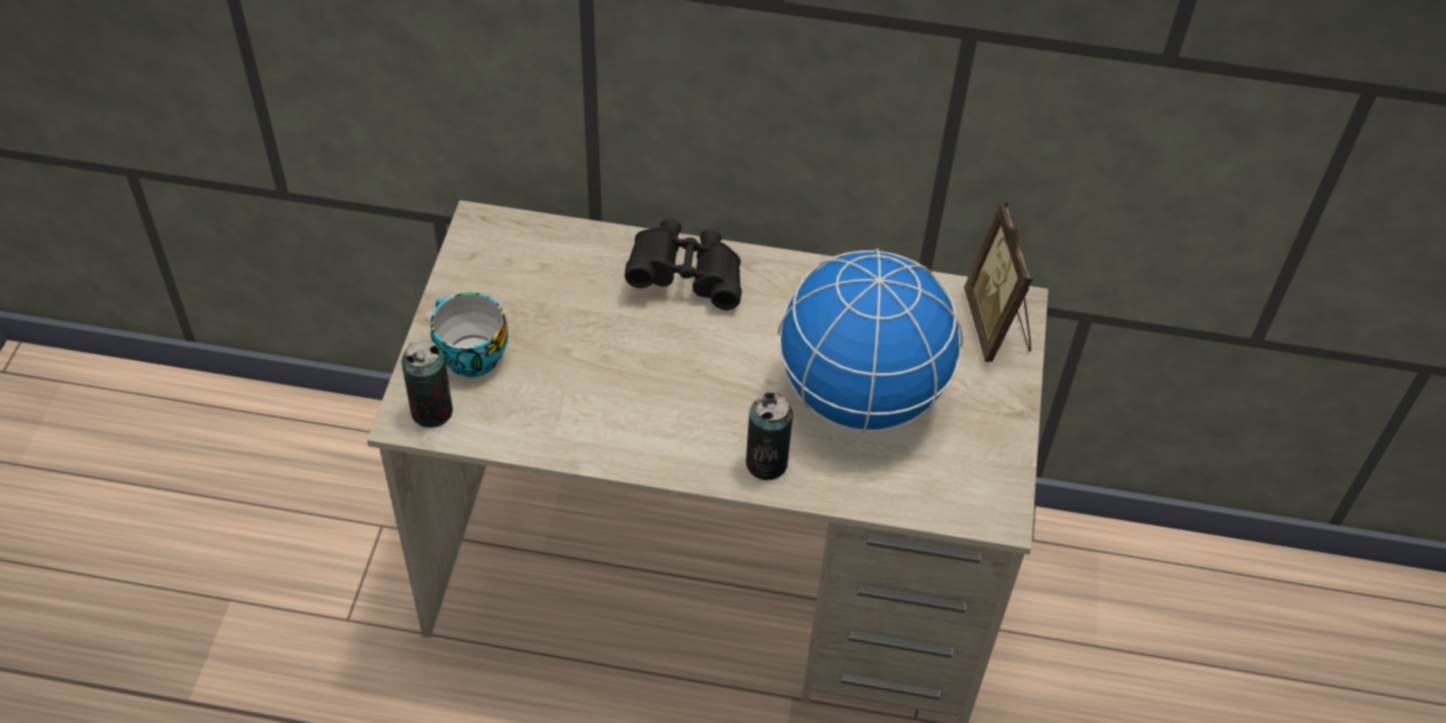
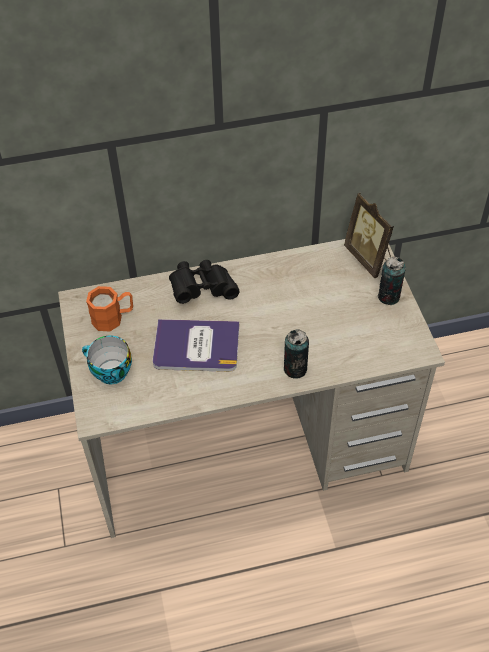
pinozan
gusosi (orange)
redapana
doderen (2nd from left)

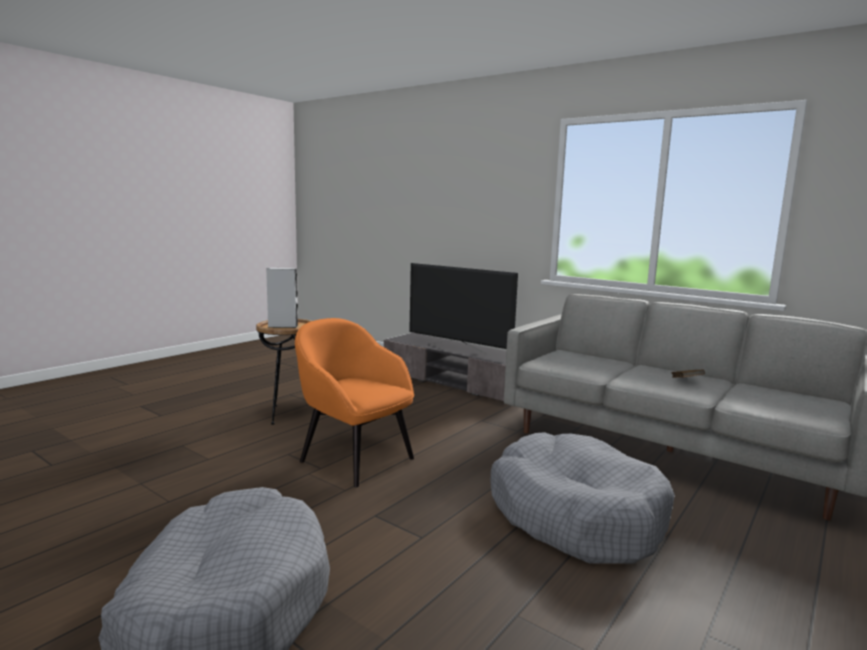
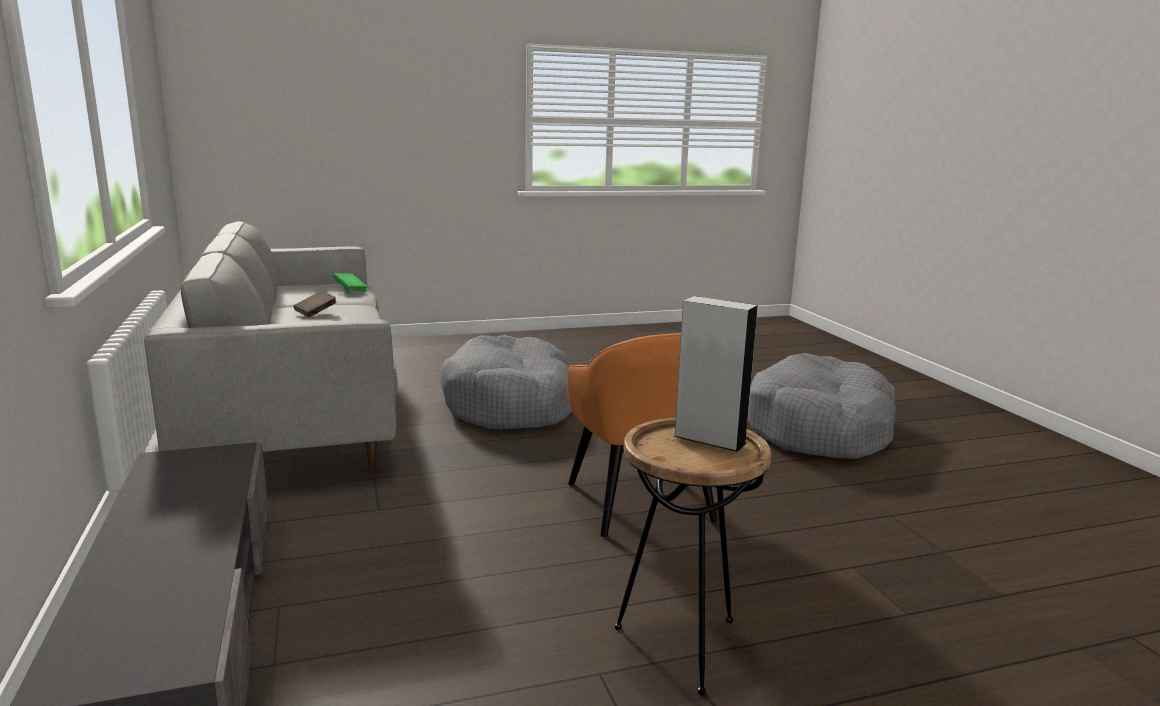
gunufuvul
redapana (green)

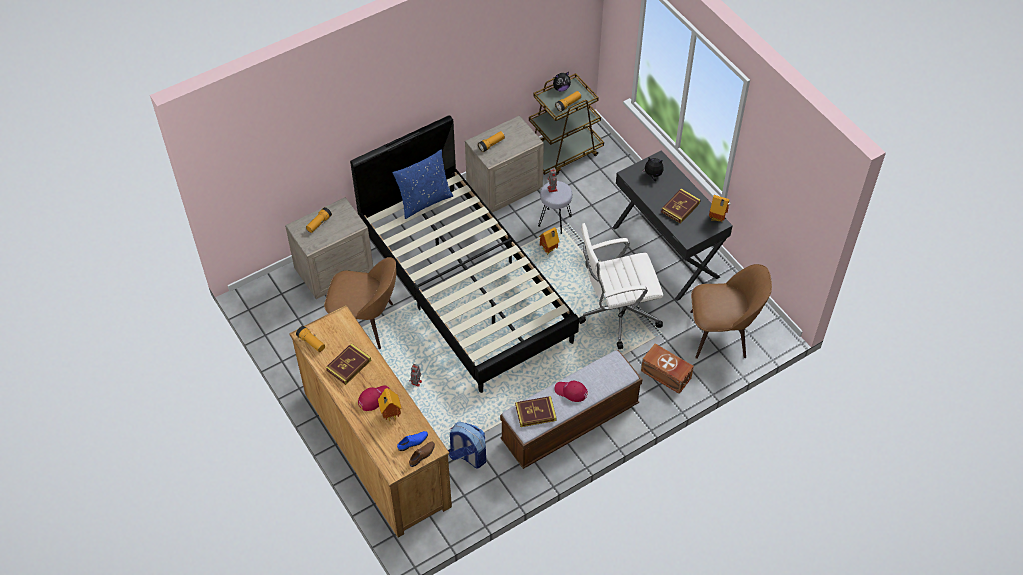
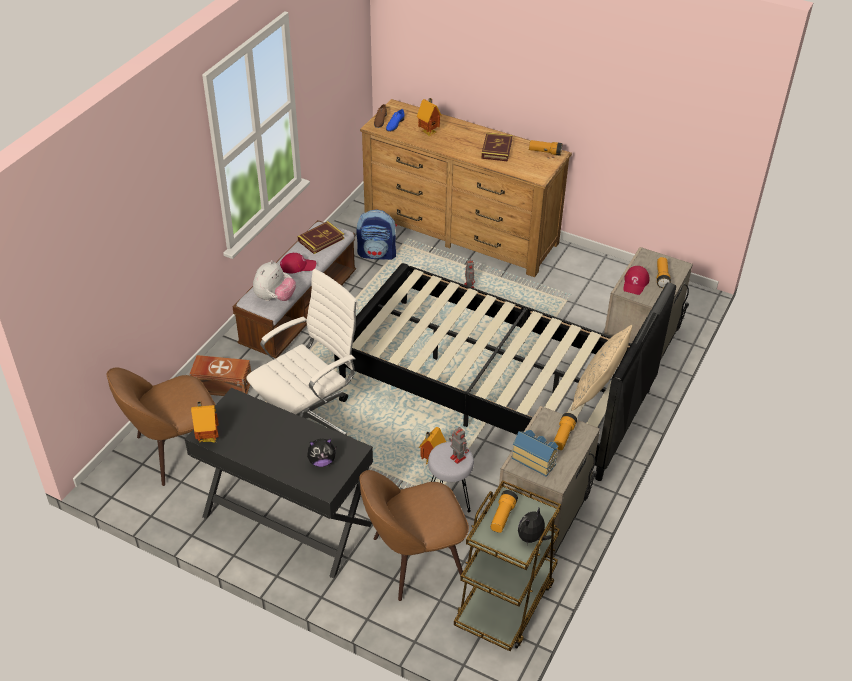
redapana (3rd from left in the first image)
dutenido (1st from left)
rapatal (4th from left)
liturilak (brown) (2nd from left)
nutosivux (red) (2nd from left)
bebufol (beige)

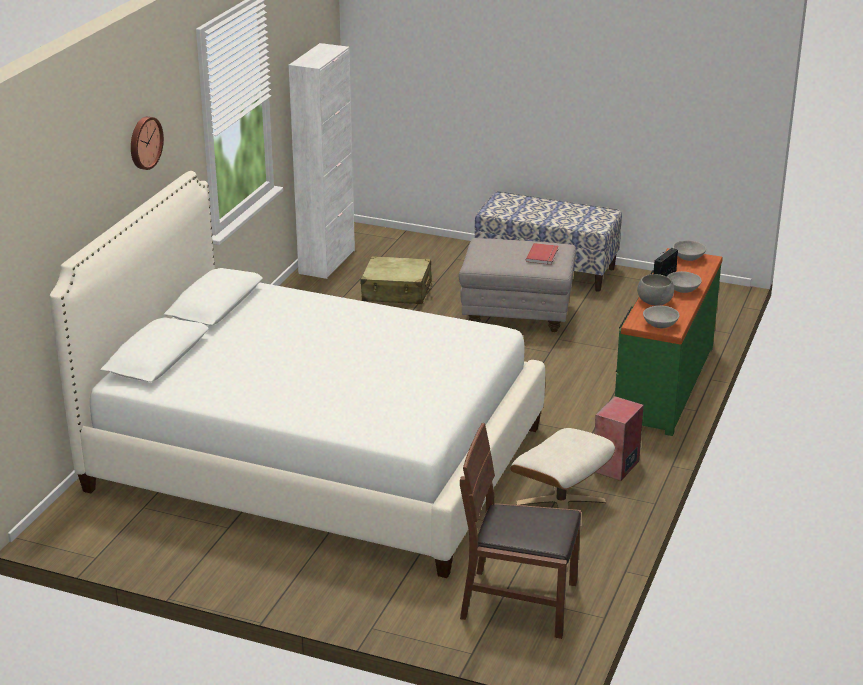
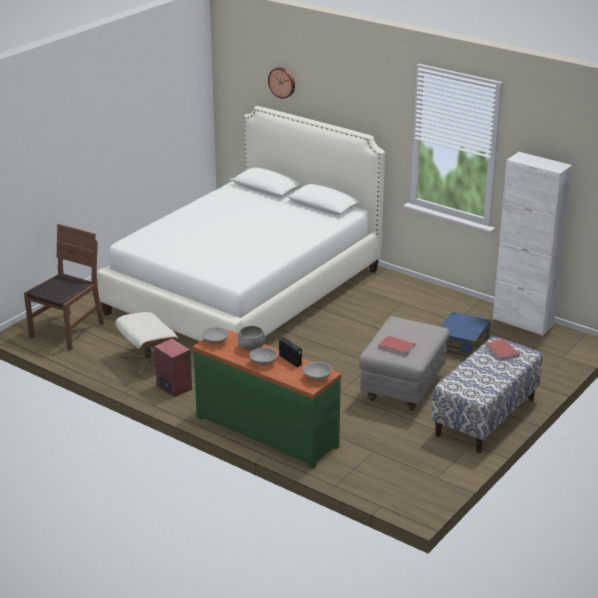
redapana (red) (2nd from left)
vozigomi
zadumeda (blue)

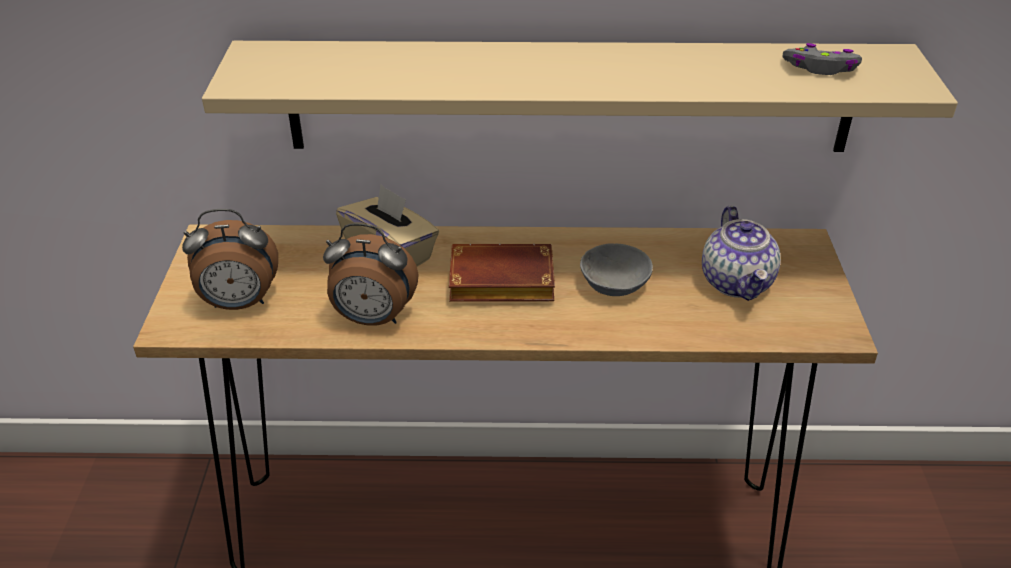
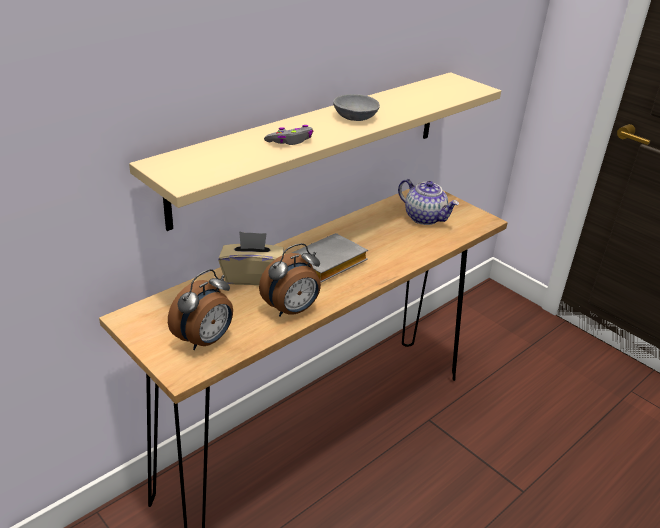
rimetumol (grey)
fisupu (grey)
redapana (grey)

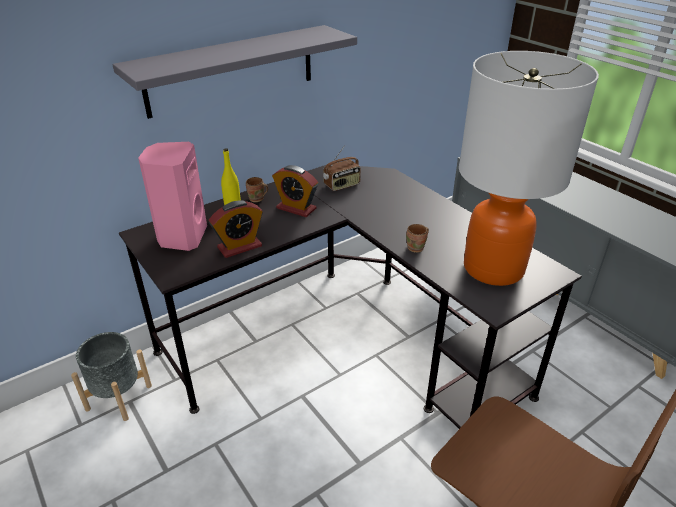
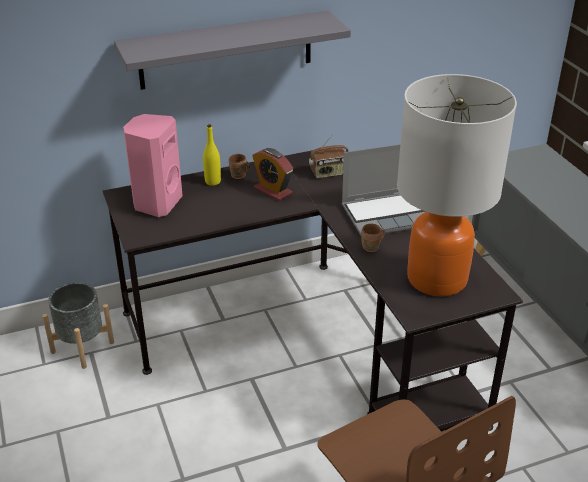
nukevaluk (1st from left in the first image)
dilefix

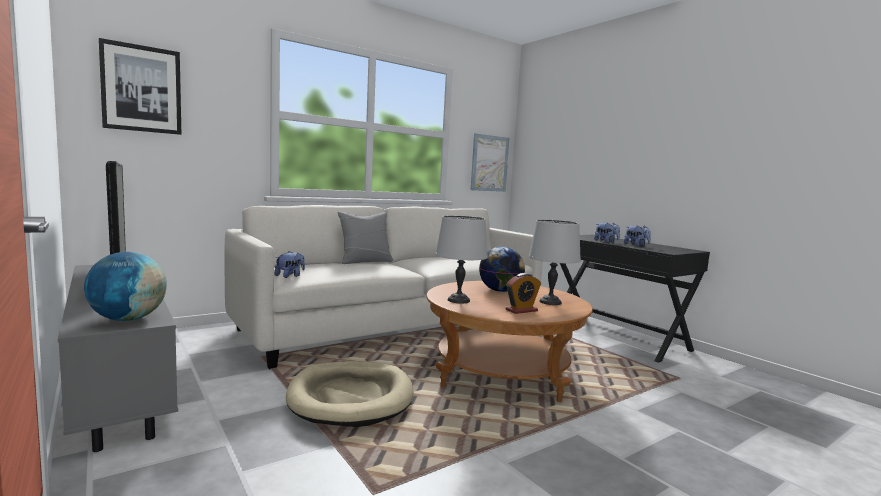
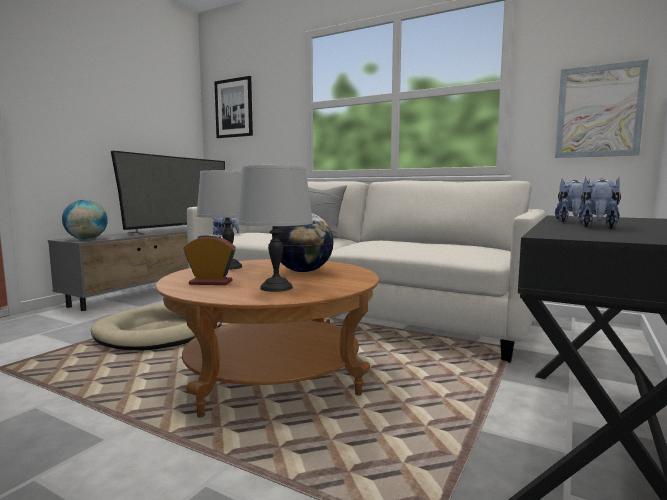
nukevaluk

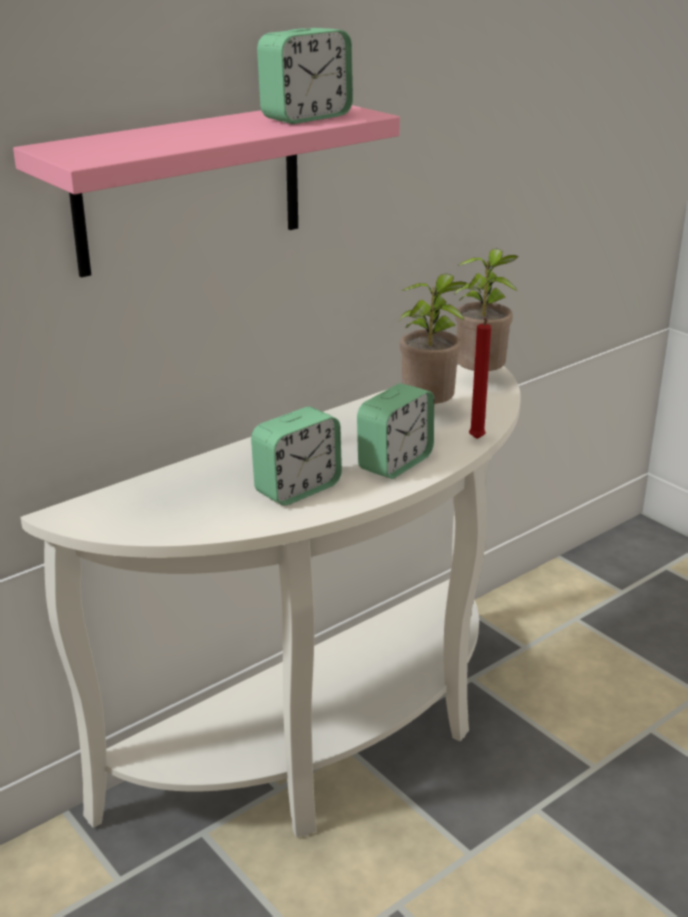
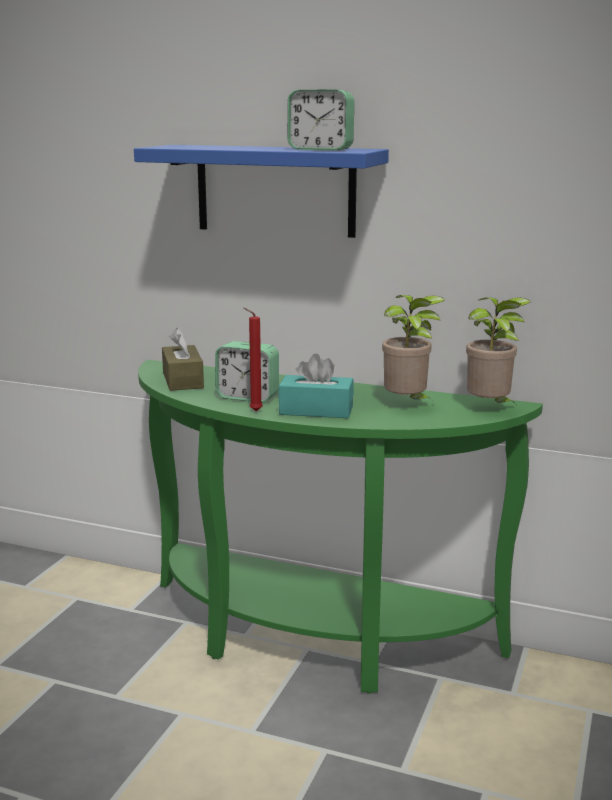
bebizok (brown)
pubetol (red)
bebizok (turquoise)
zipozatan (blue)
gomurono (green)

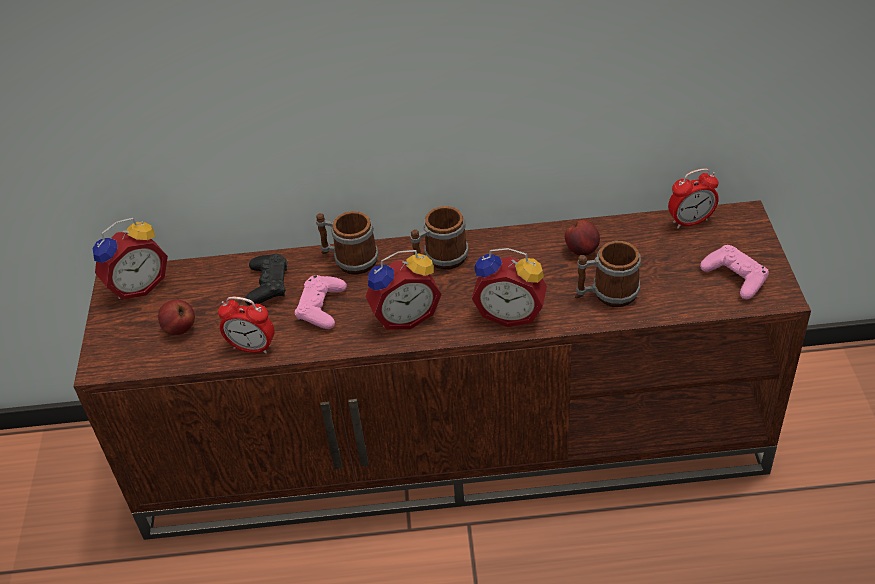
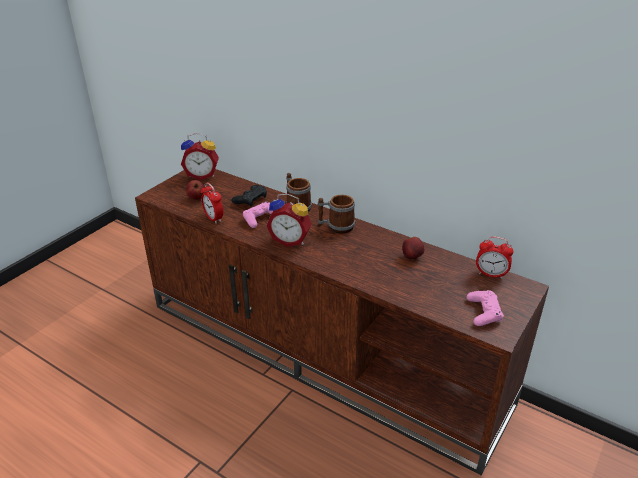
nukevaluk (4th from left in the first image)
gusosi (3rd from left in the first image)

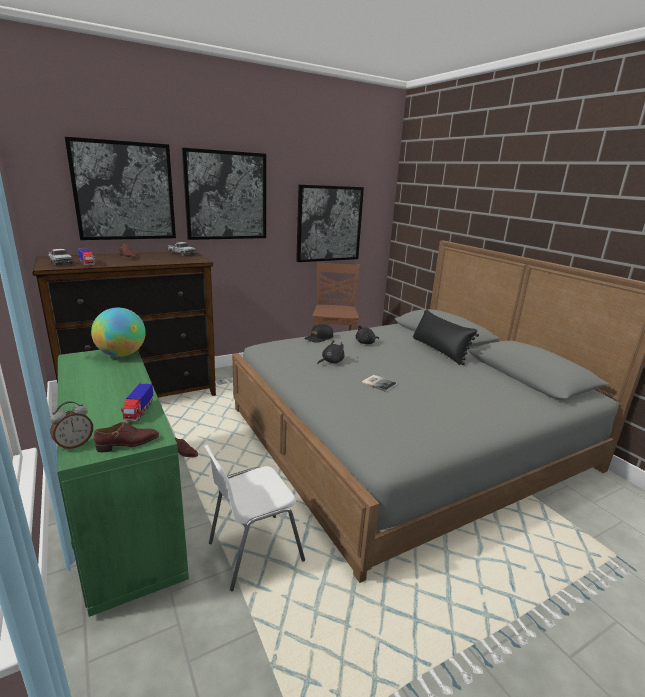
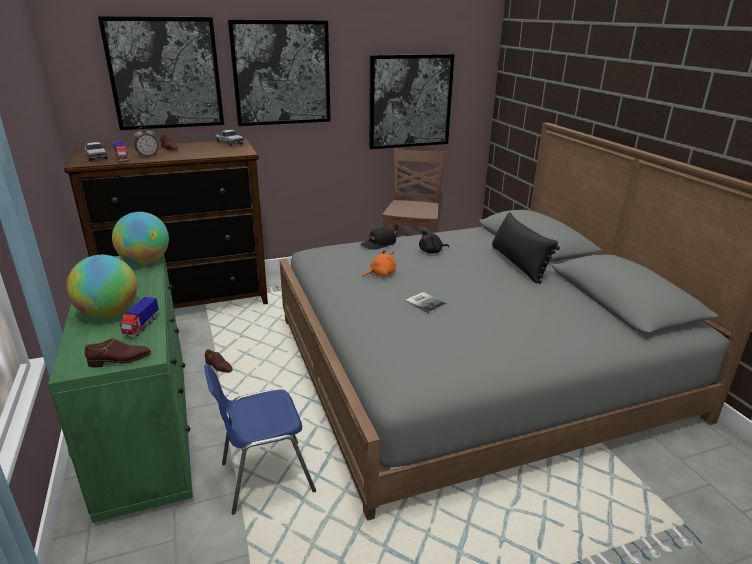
pinozan (1st from left)
nukevaluk
liturilak (blue)
dutenido (orange)

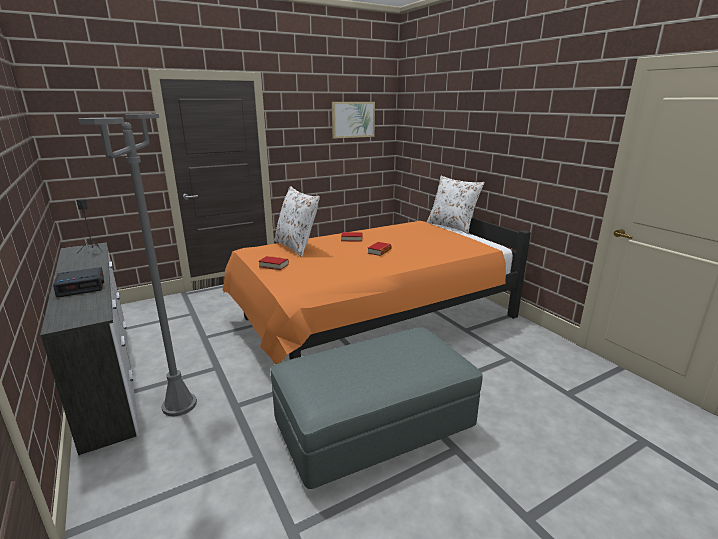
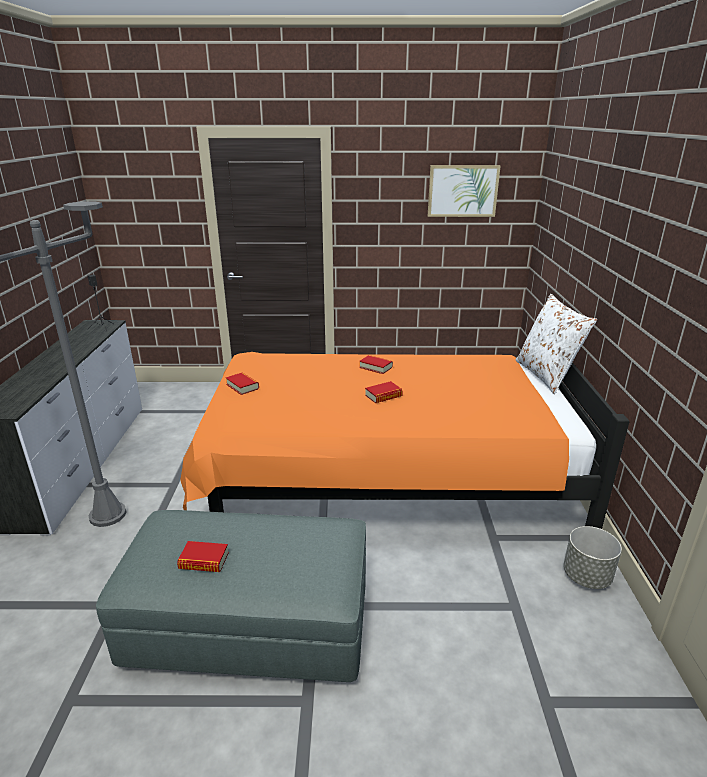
nukevaluk
bebufol (white) (1st from left in the first image)
redapana (1st from left)
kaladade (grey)

